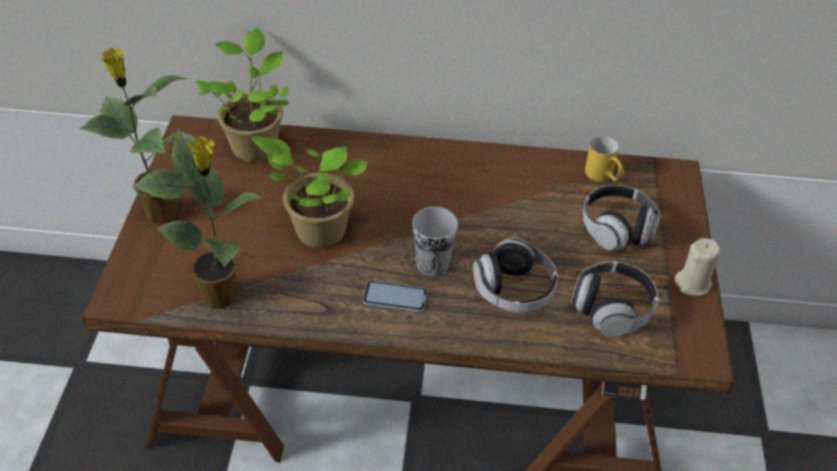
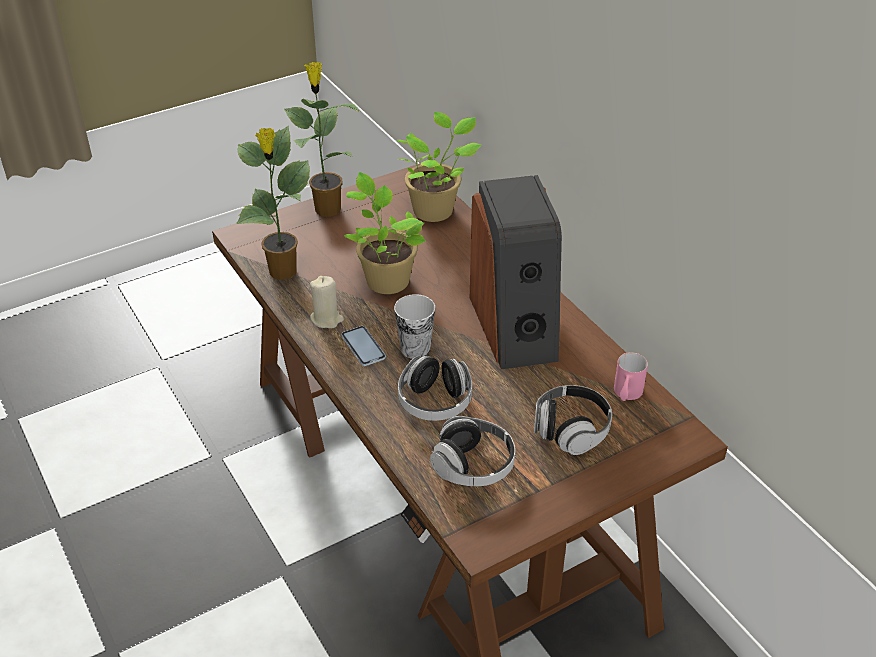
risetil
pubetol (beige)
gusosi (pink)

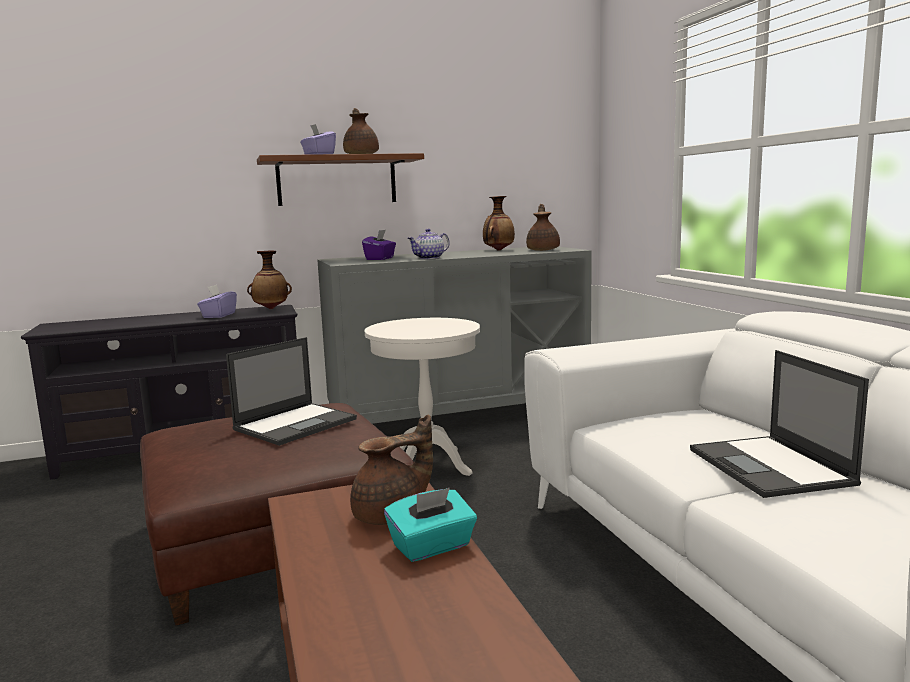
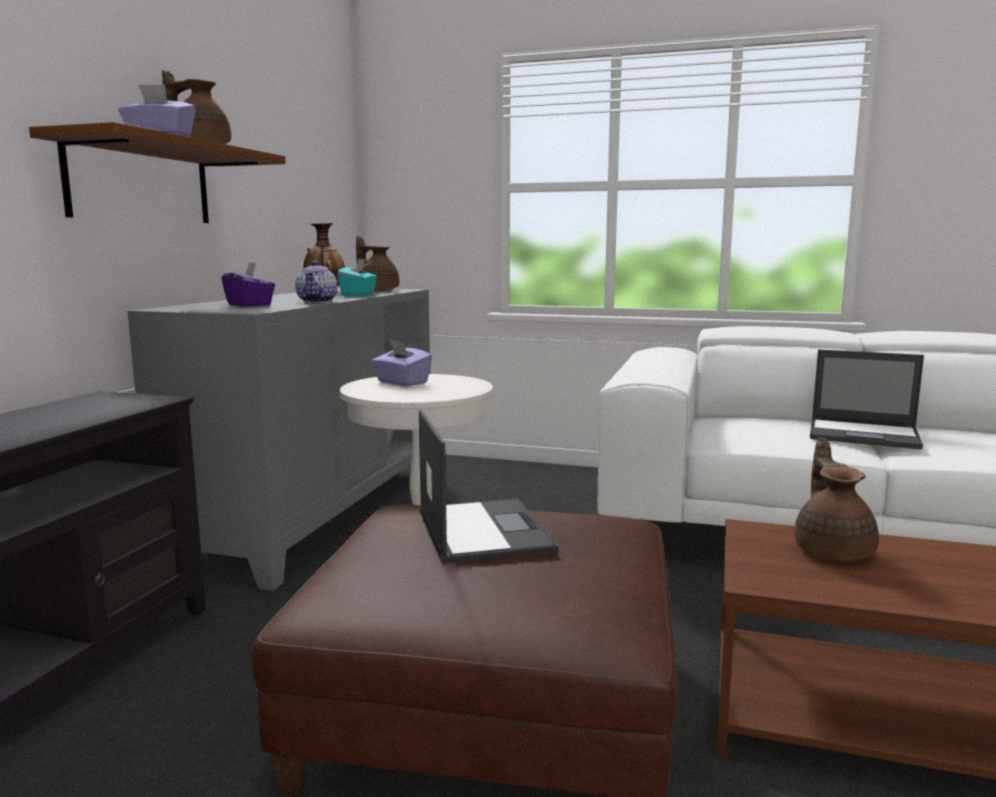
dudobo (1st from left in the first image)
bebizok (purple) (3rd from left)
bebizok (turquoise)

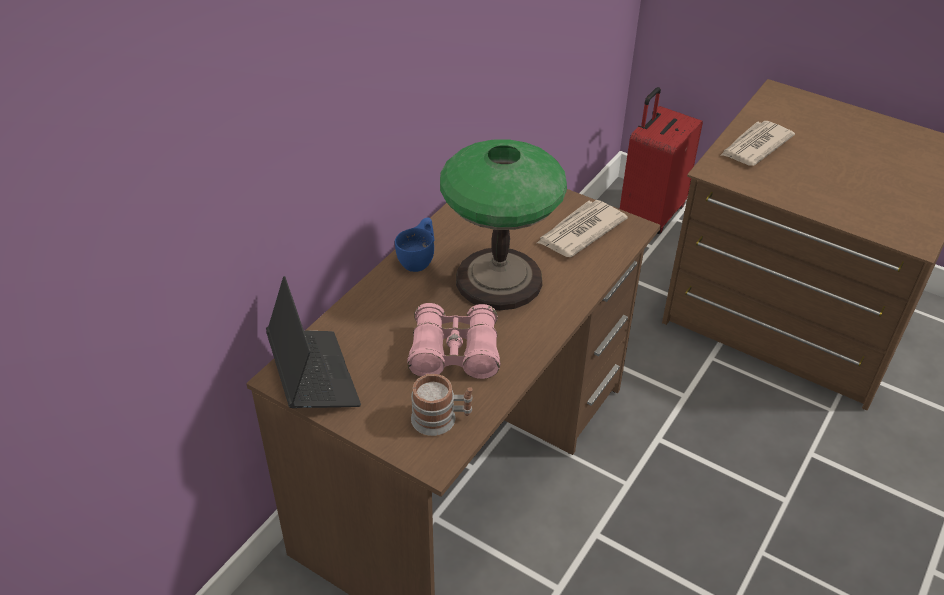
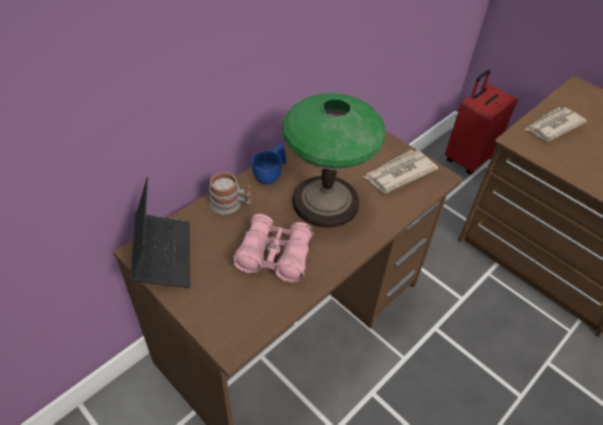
gusosi

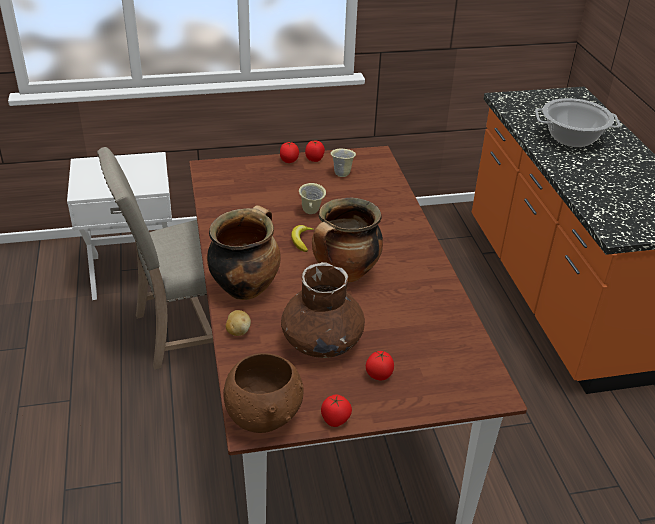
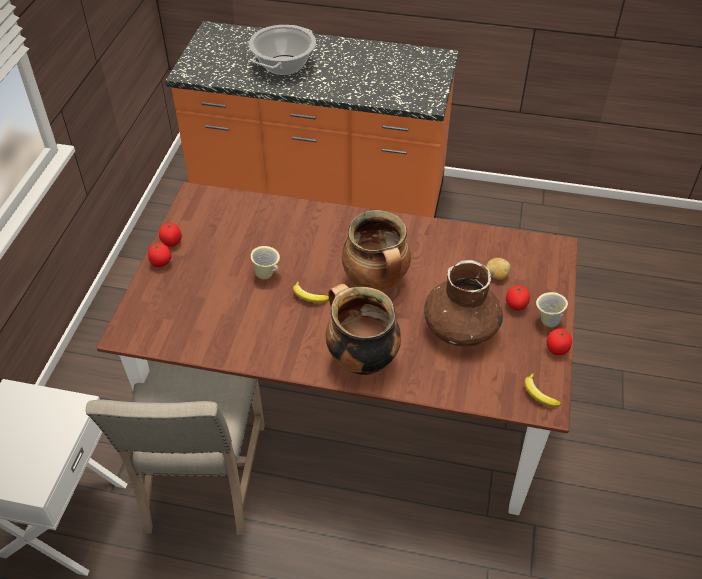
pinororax
gusosi (beige) (2nd from left)
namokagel (2nd from left)

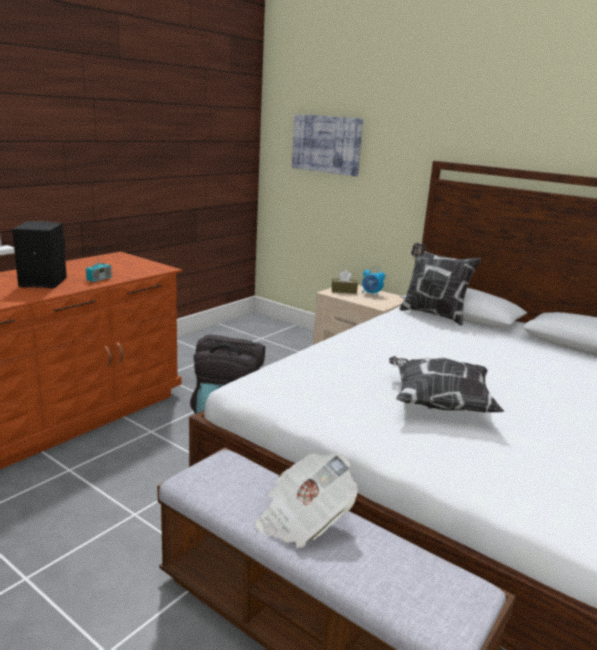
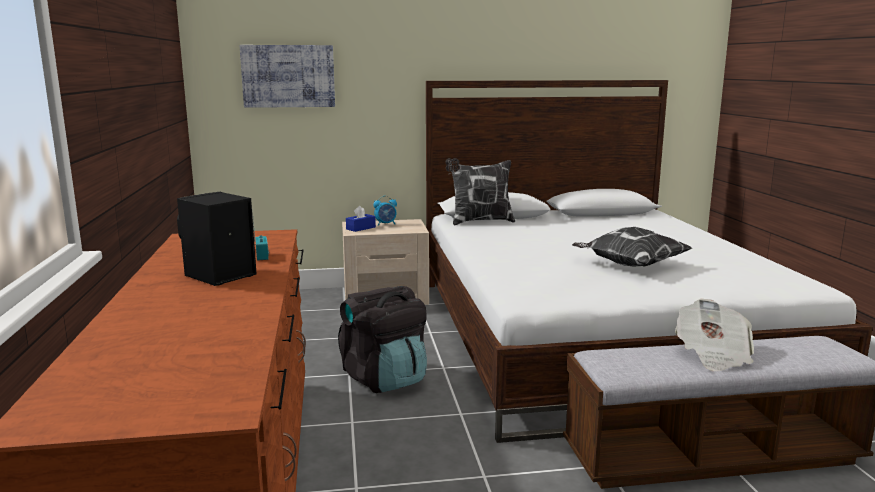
bebizok (blue)

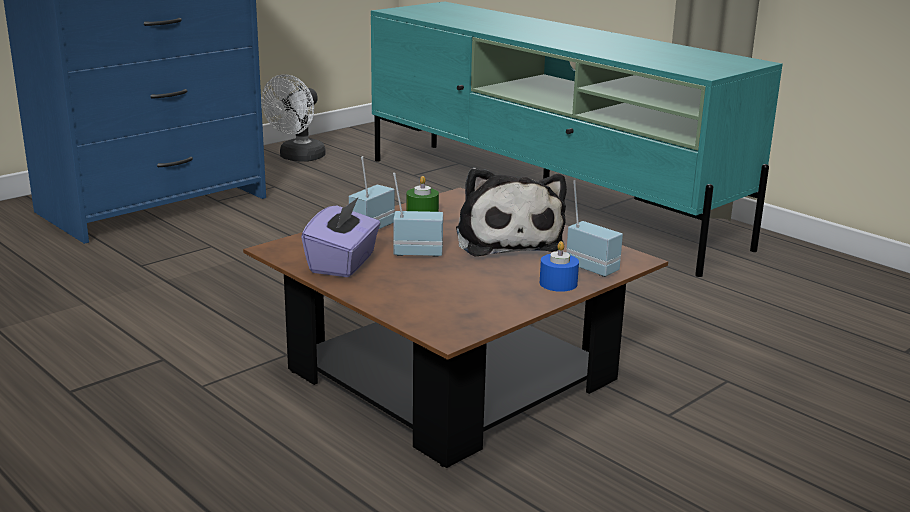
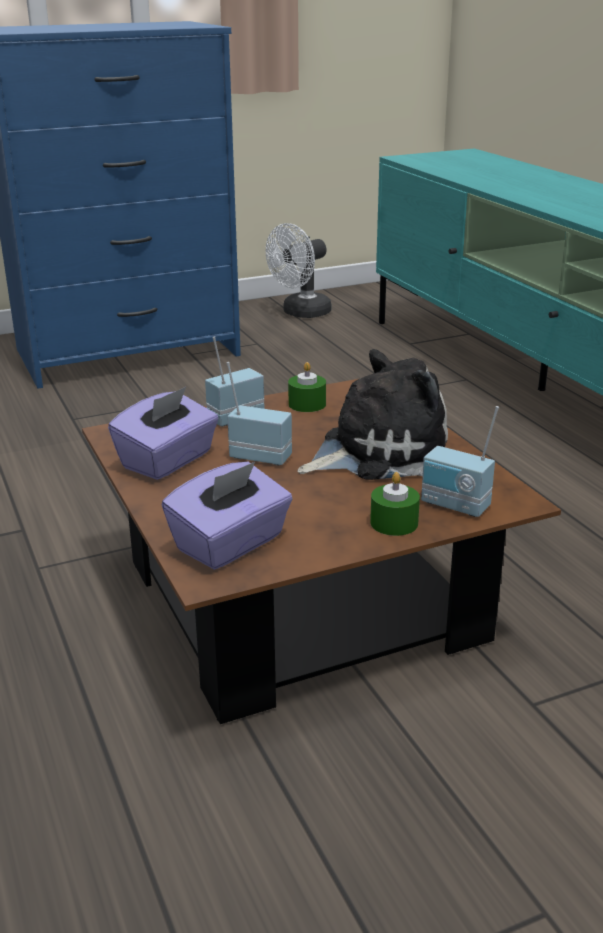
bebizok (purple) (2nd from left)
pubetol (green) (2nd from left)
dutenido
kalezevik (3rd from left)

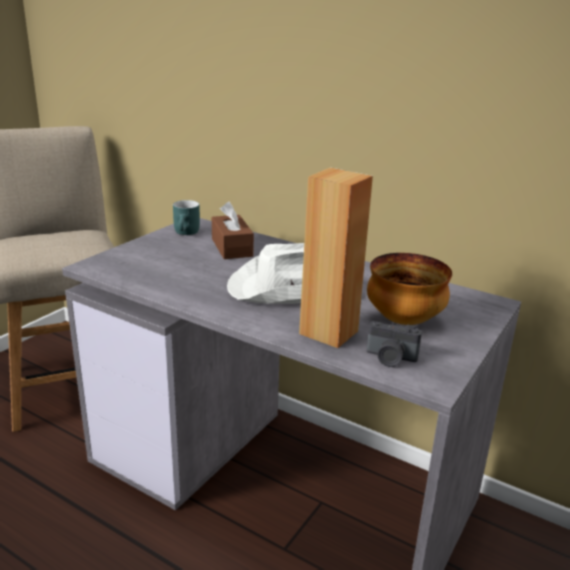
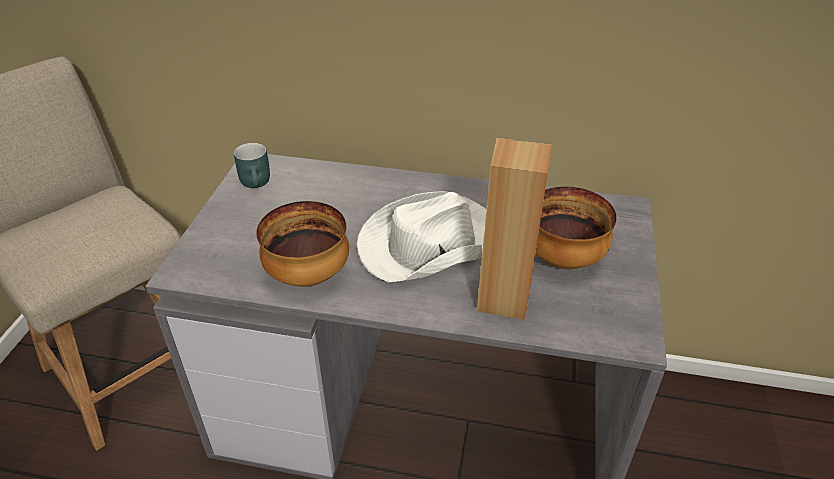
bebizok (brown)
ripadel
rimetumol (1st from left)

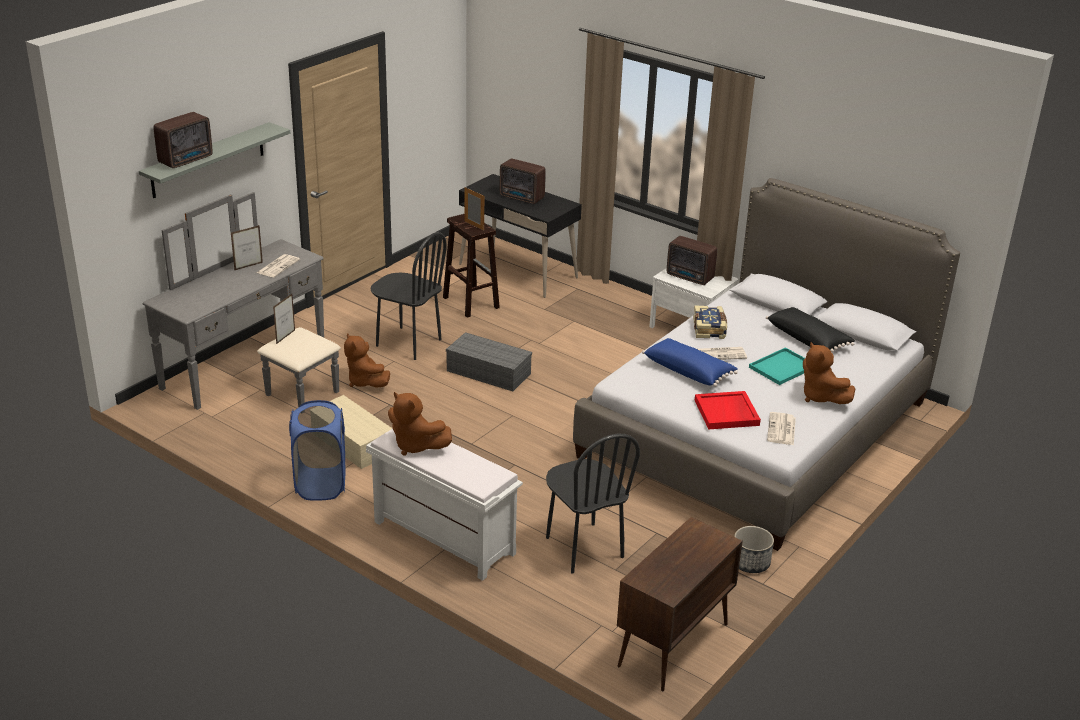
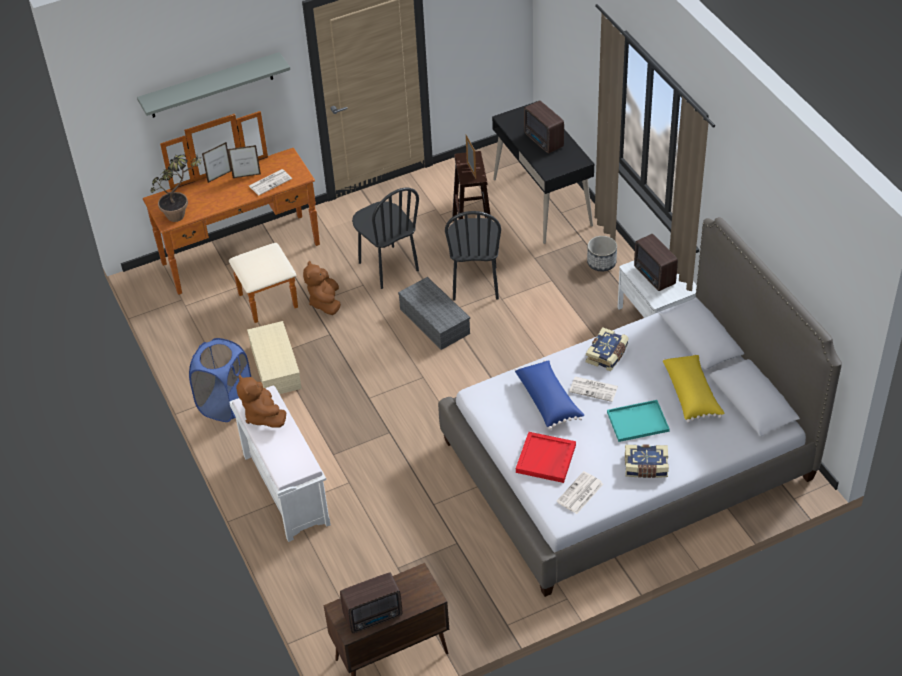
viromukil
kalezevik (1st from left)
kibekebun (1st from left)
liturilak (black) (2nd from left)
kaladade
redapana (2nd from left)
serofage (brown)
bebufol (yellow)

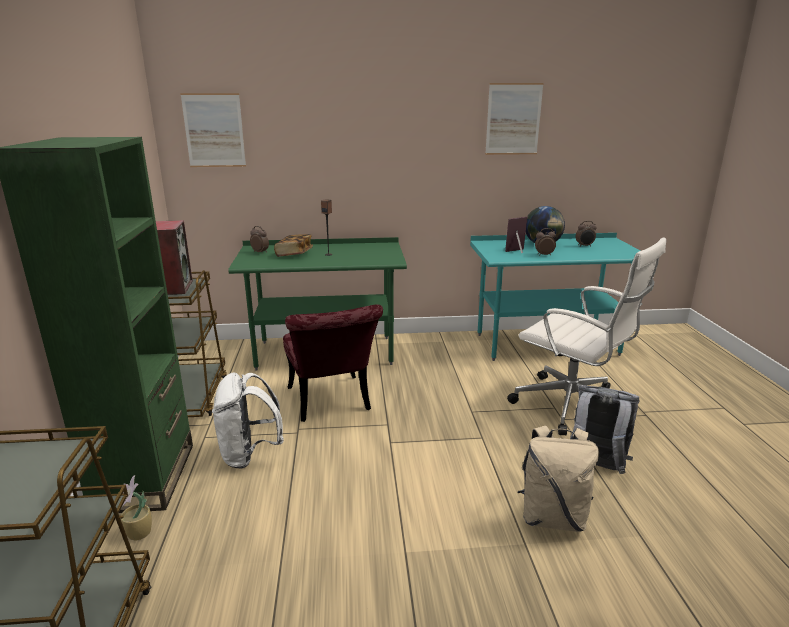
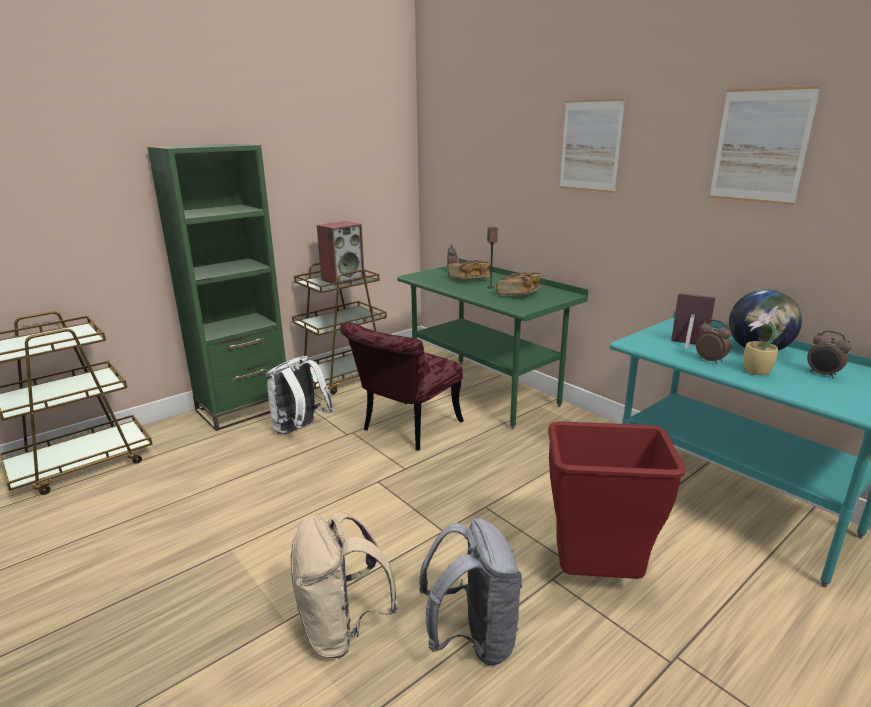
redapana (2nd from left)
viromukil
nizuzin (1st from left)
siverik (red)

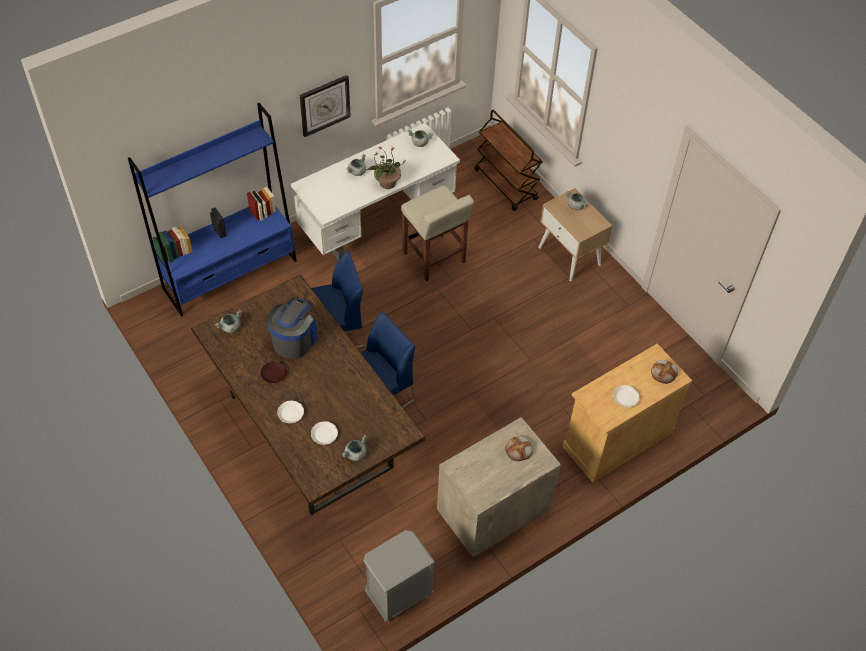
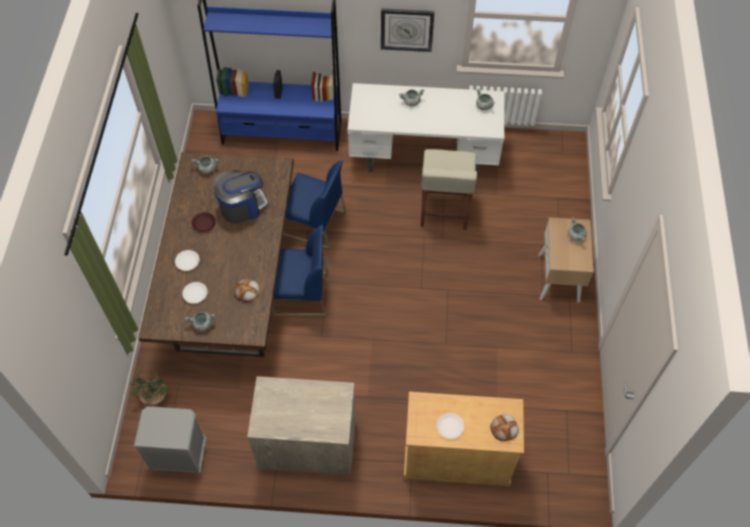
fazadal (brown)
viromukil
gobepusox (1st from left)

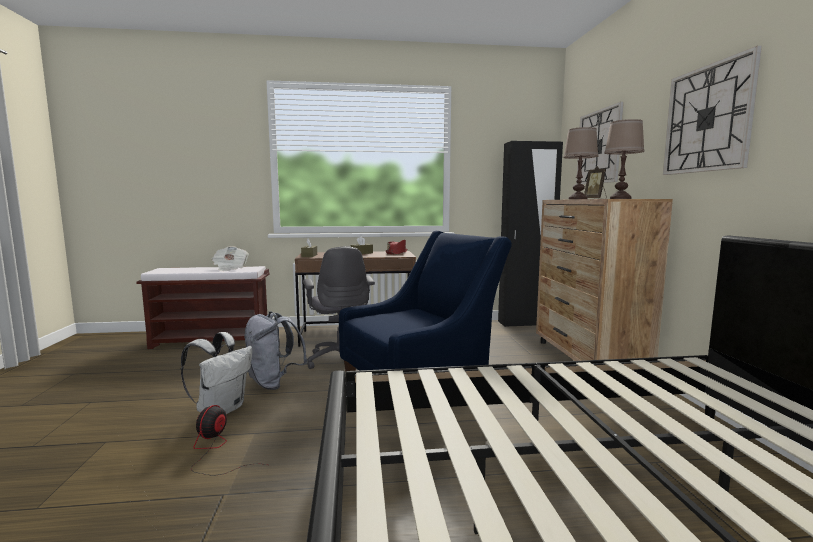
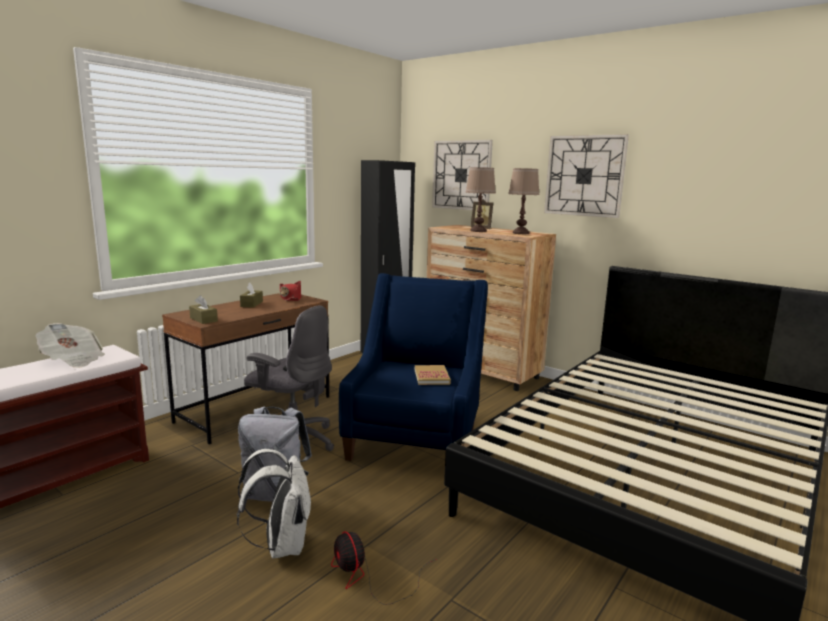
redapana

